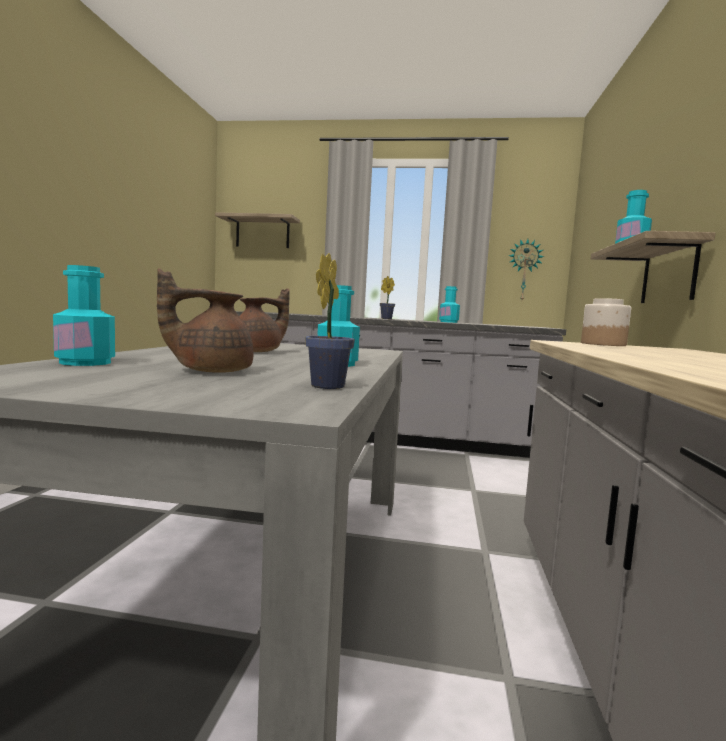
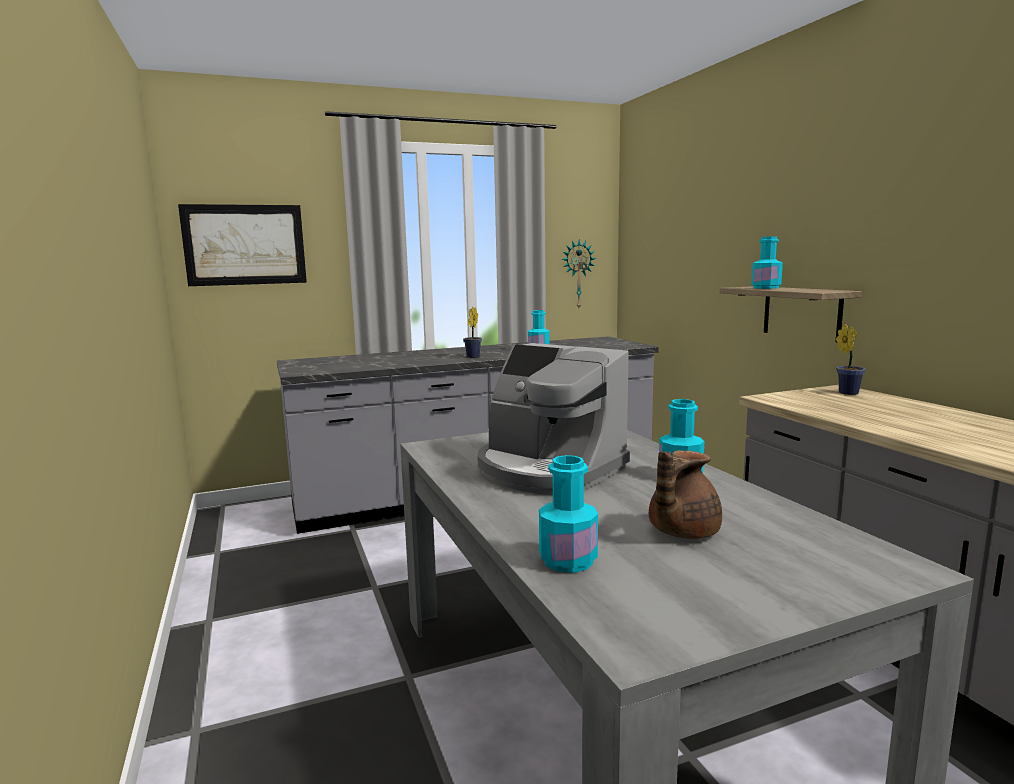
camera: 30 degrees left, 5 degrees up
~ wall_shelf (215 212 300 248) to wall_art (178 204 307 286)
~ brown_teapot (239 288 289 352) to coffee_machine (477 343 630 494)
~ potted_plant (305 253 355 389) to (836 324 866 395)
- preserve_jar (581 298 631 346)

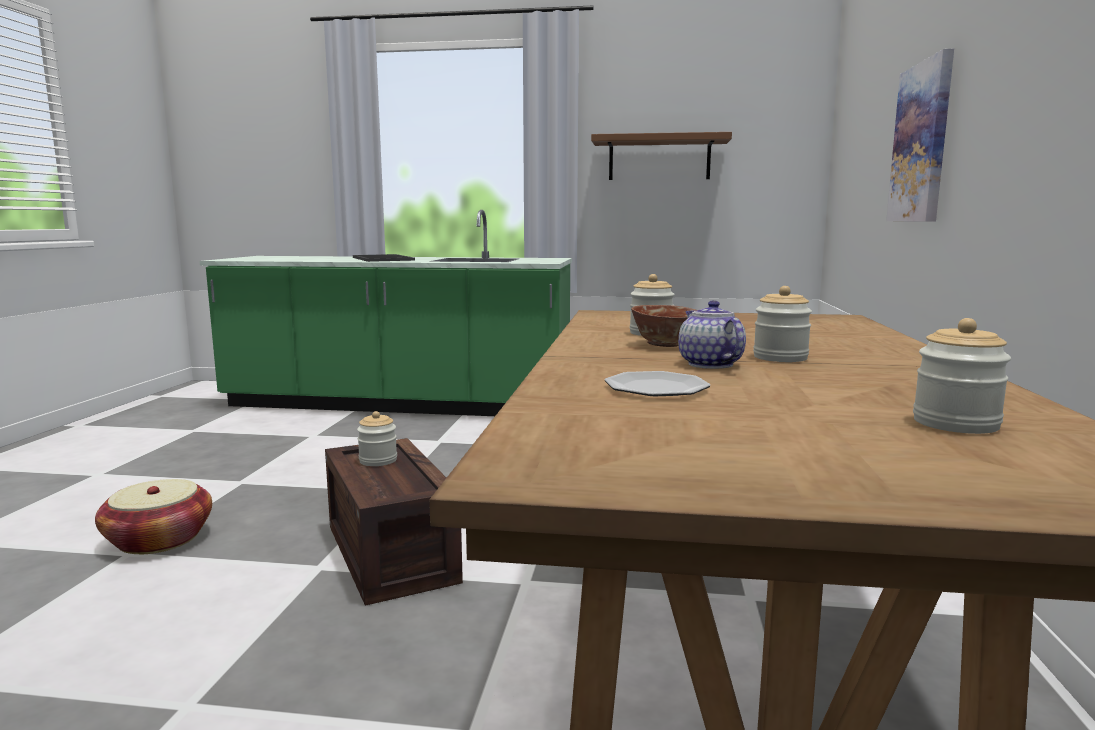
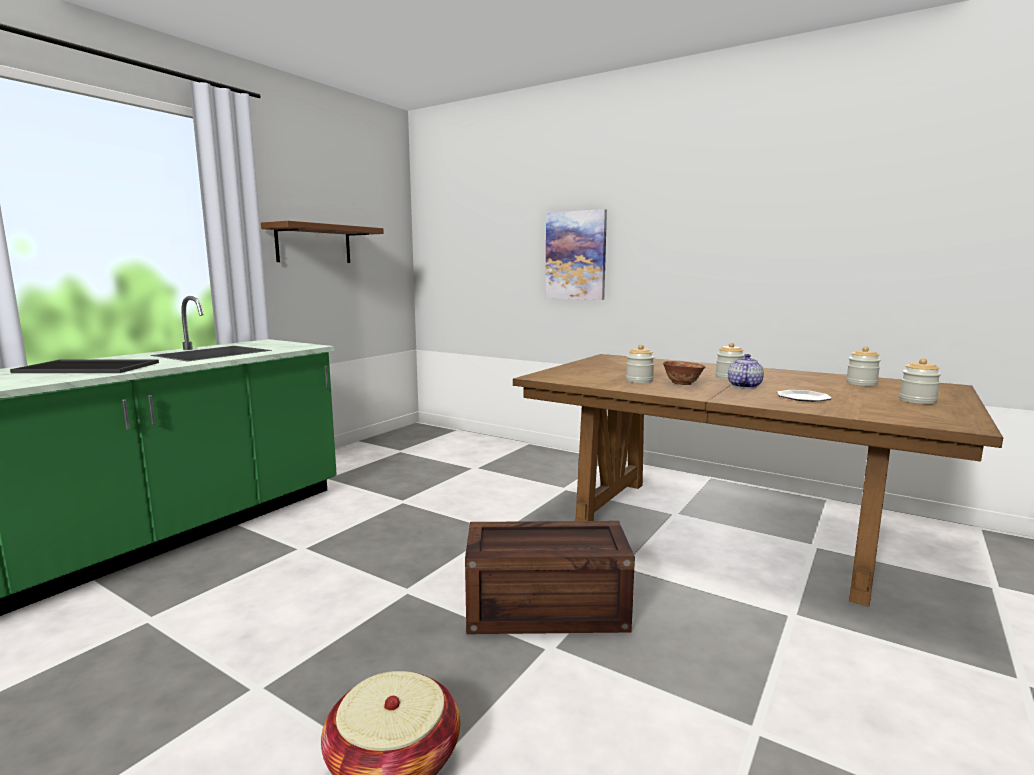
camera: 65 degrees left, 0 degrees up
~ preserve_jar (357 411 397 466) to (899 358 941 404)
~ teapot (678 300 746 369) = (728 354 764 389) 105 degrees clockwise

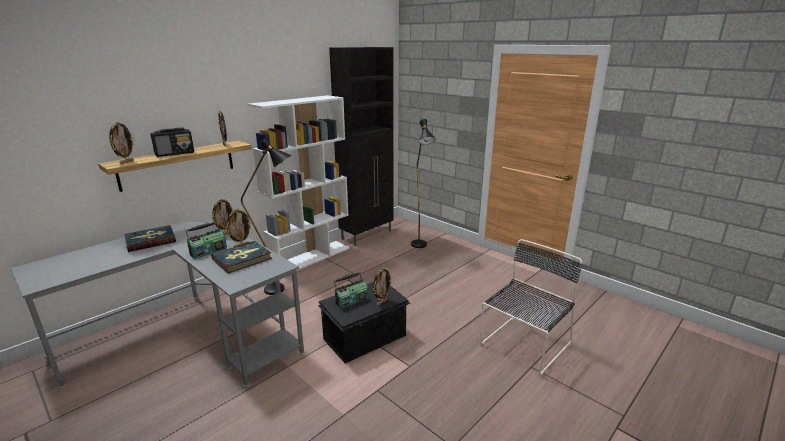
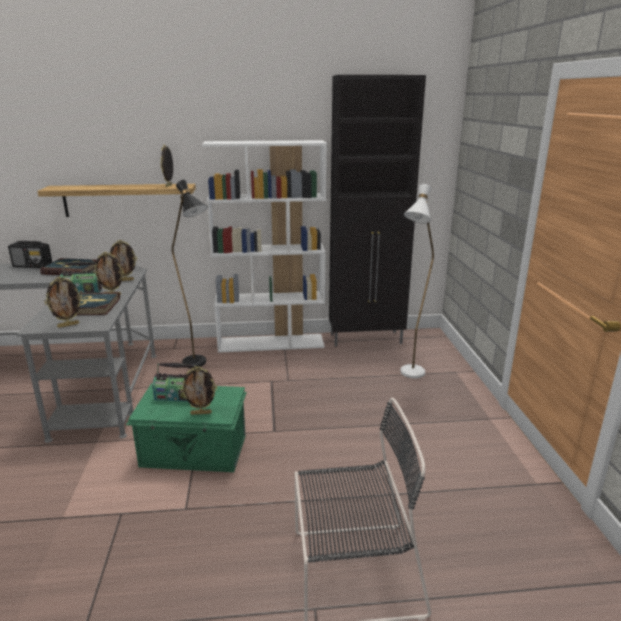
camera: 40 degrees right, 0 degrees up
~ standing_frame (109 121 134 164) to (45 276 83 328)
~ radio_set (151 128 194 157) to (8 241 52 268)
~ black_storage_box (318 282 411 363) to greenish_storage_box (126 383 247 472)
~ black_standard_lamp (411 119 436 248) to whitish_standard_lamp (400 184 434 379)

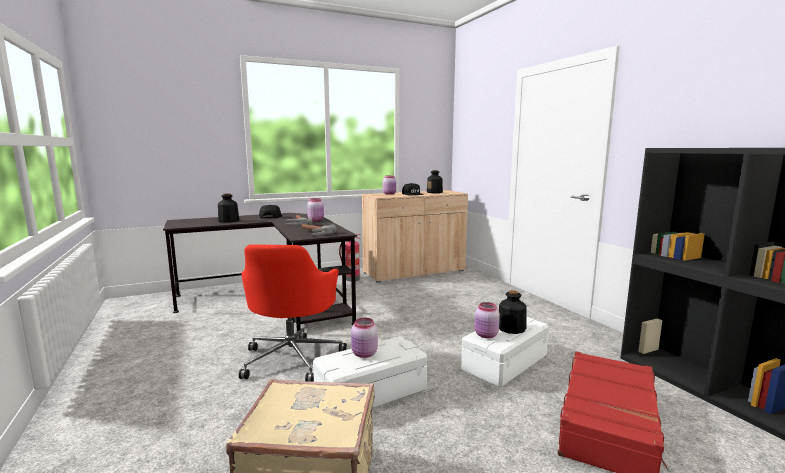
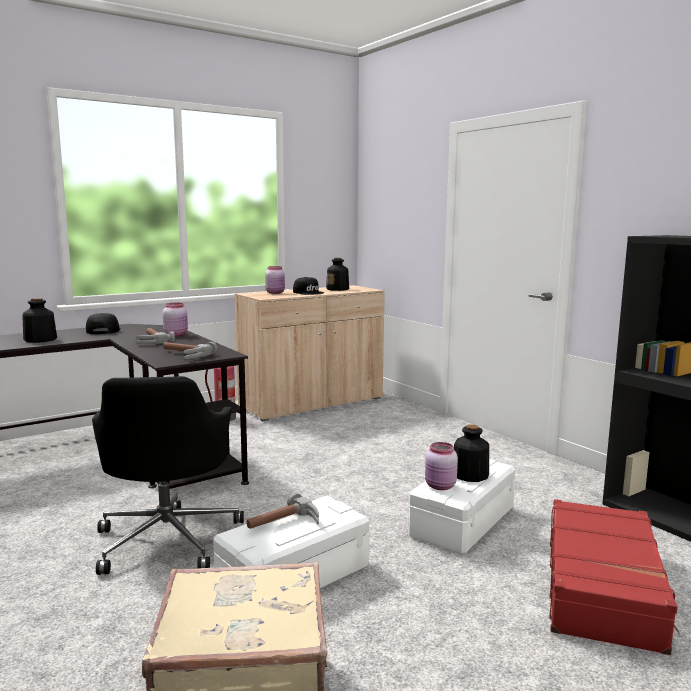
camera: 10 degrees left, 0 degrees up
~ red-coloured_computer_chair (239 244 347 382) to black_computer_chair (92 376 244 575)
~ pink_preserve_jar (351 318 378 358) to tool_hammer (246 493 319 529)

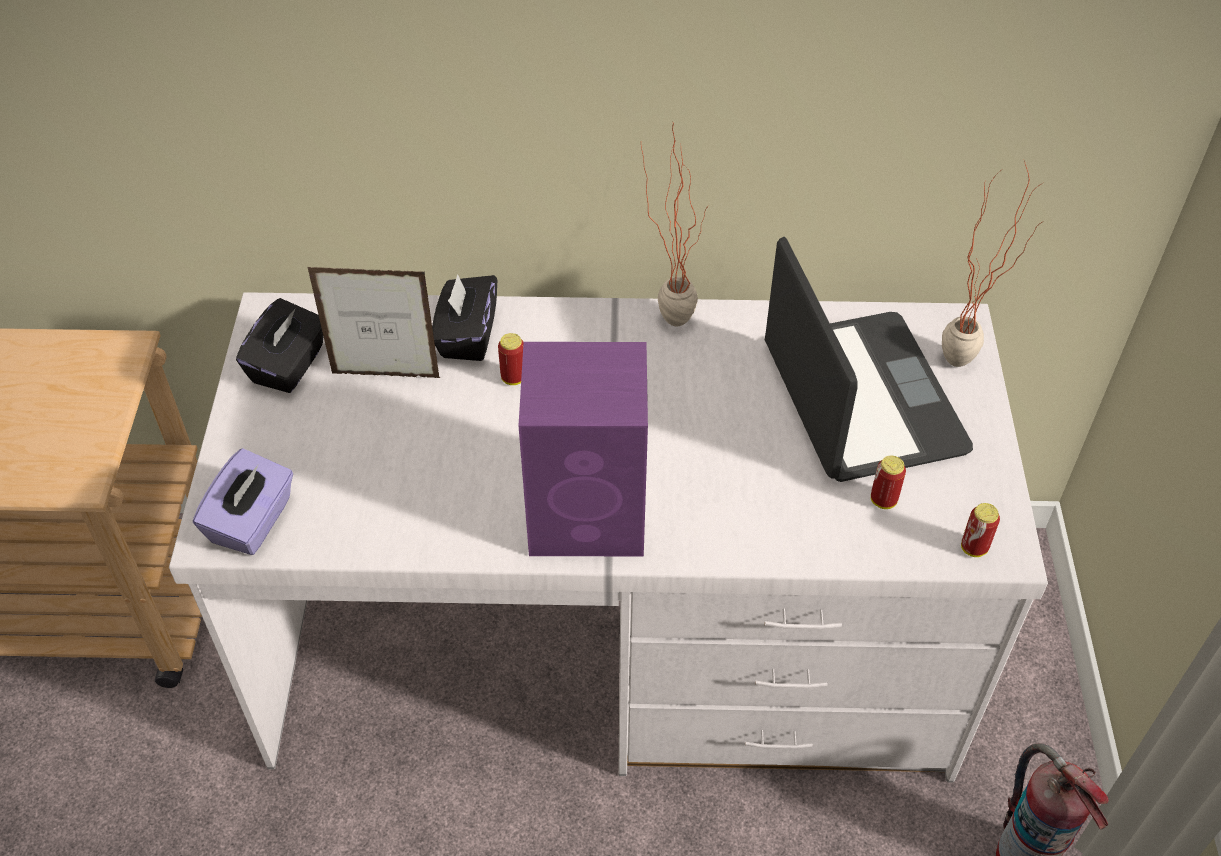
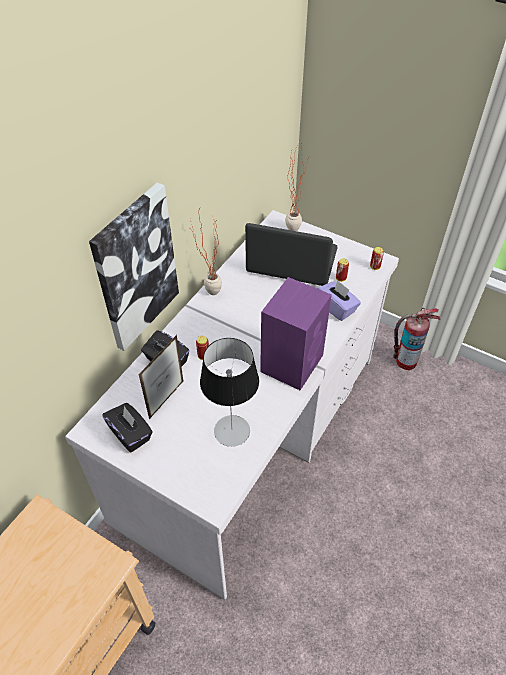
camera: 60 degrees left, 0 degrees up
~ purple-coloured_tissue_holder (193 448 294 555) to (317 280 361 321)
+ wall_art (89 182 179 351)
+ tabletop_lamp (200 338 259 447)

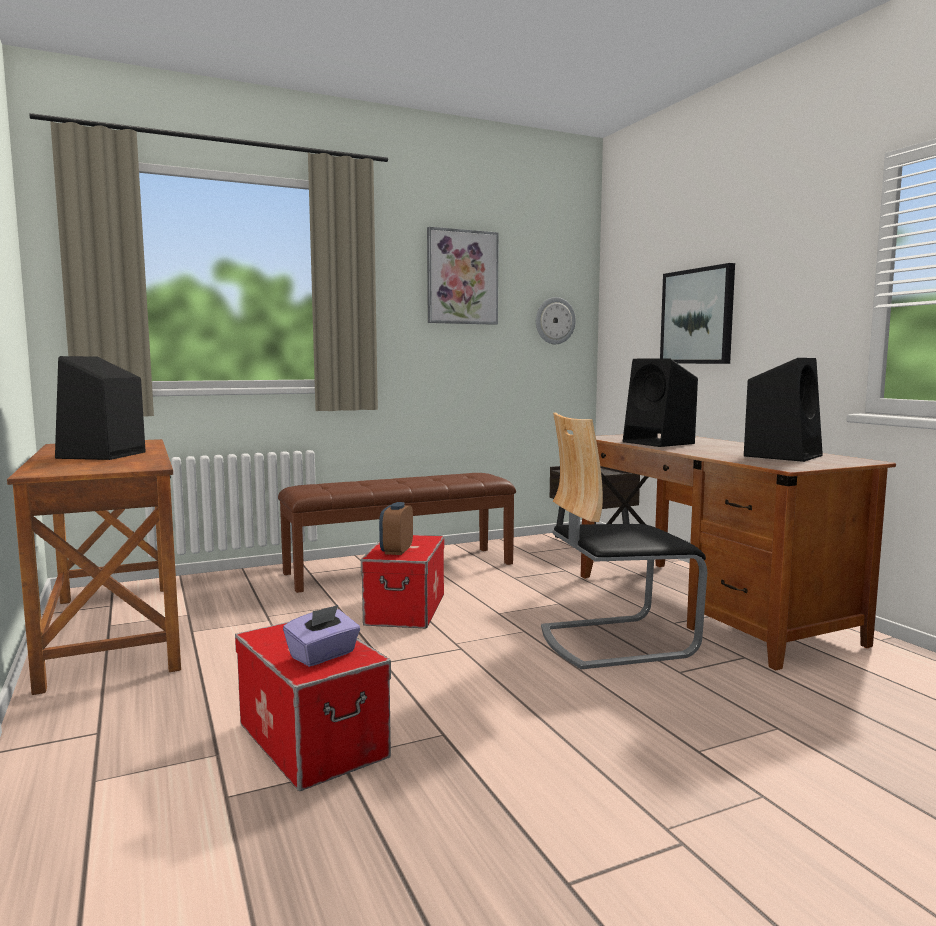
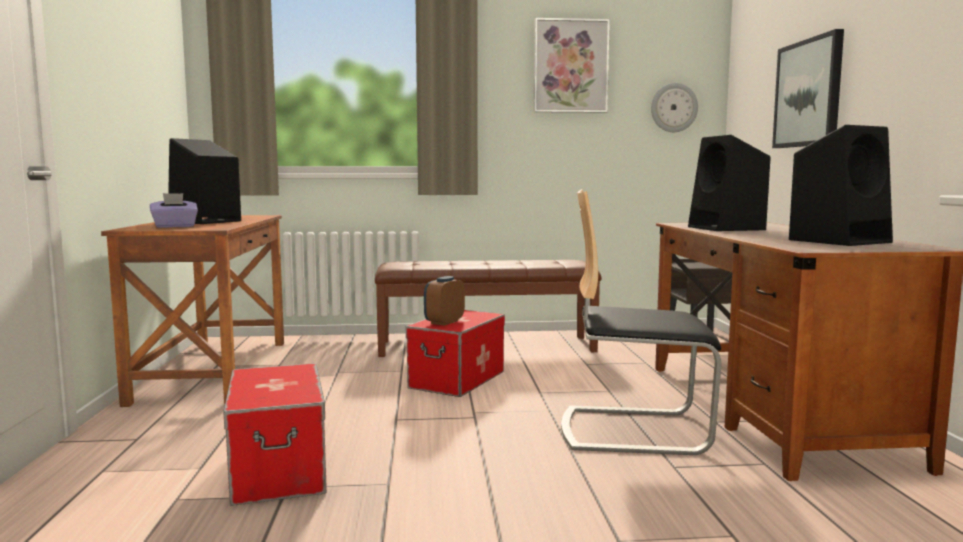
camera: 20 degrees right, 0 degrees up
~ purple-coloured_tissue_holder (283 605 360 667) to (150 193 198 228)

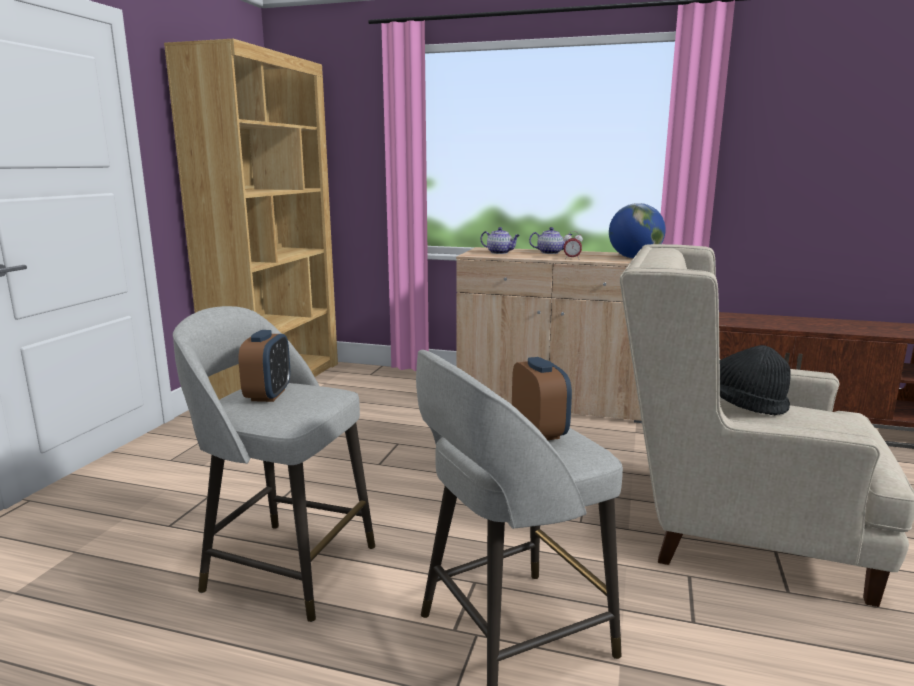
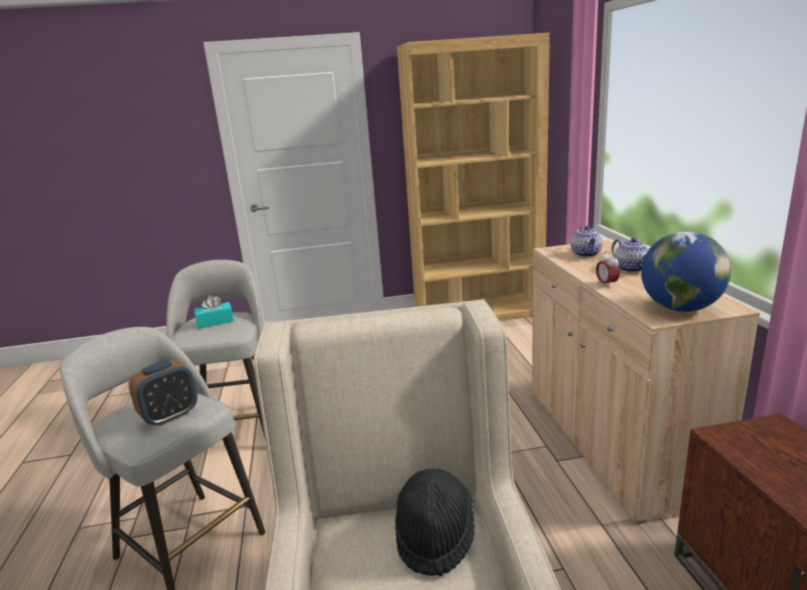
camera: 65 degrees right, 5 degrees up
~ alarm_clock (238 330 290 402) to turquoise-coloured_tissue_holder (194 295 234 329)

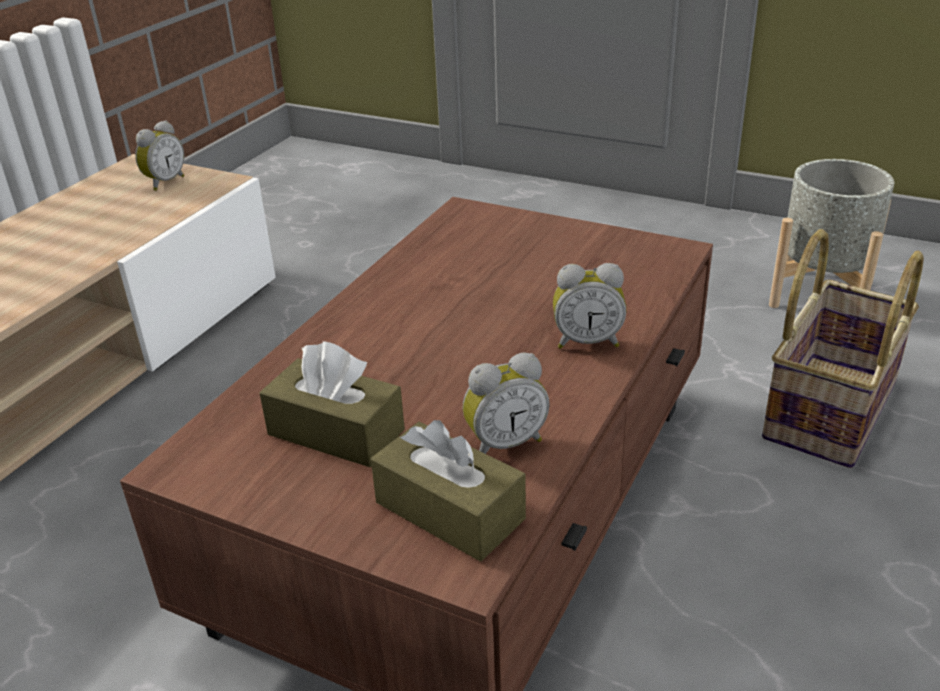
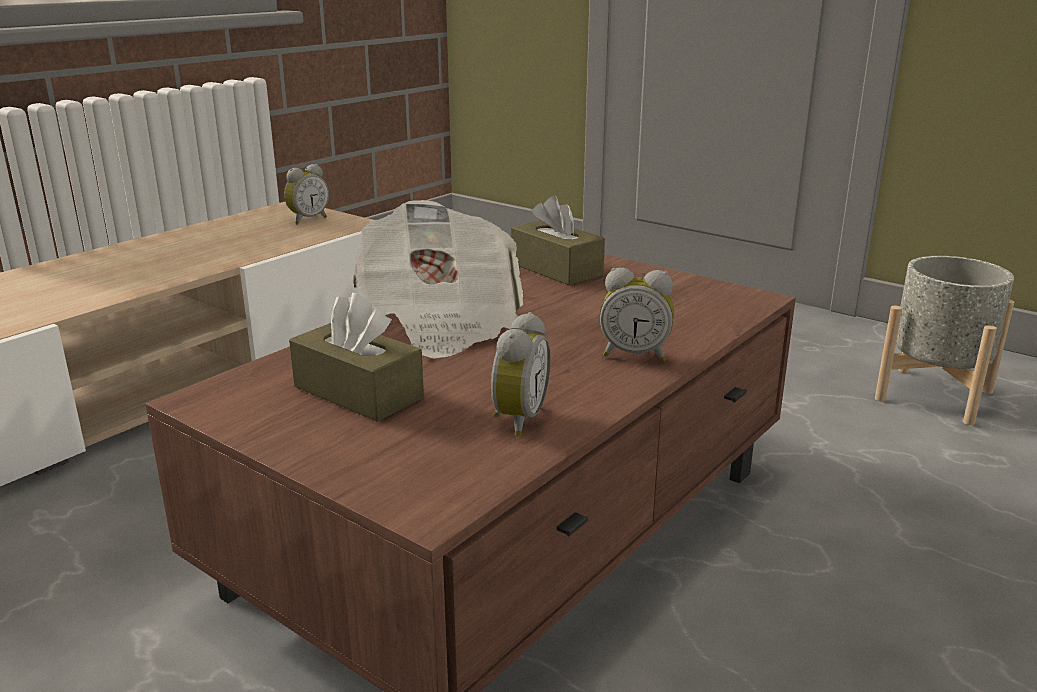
camera: 10 degrees right, 10 degrees down
~ brown_tissue_holder (371 420 526 561) to (511 196 605 285)
~ alarm_clock (463 352 550 454) = (491 312 550 437) 60 degrees counterclockwise
- basket (762 229 924 468)
+ daily_paper (351 200 523 359)

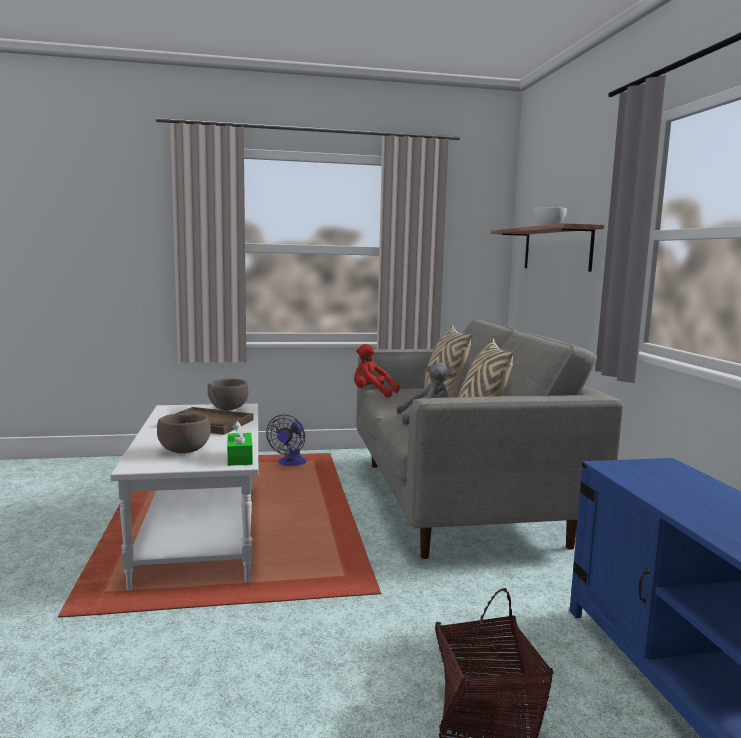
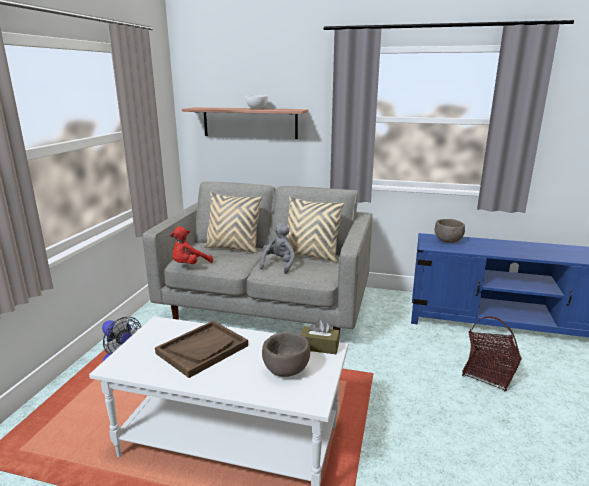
camera: 65 degrees left, 10 degrees up
~ brown_serving_bowl (207 379 249 411) to (434 219 465 243)
~ greenish_tissue_holder (227 421 253 466) to brown_tissue_holder (300 320 340 354)

